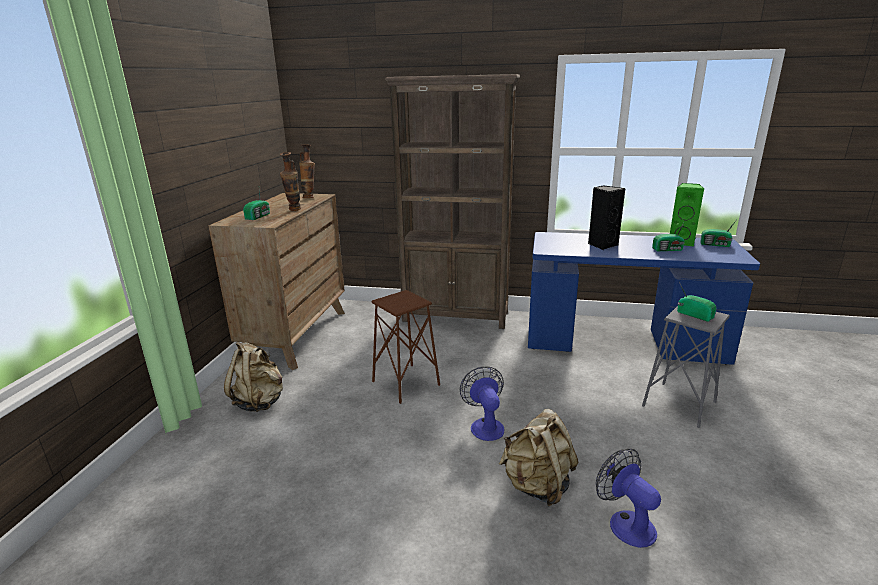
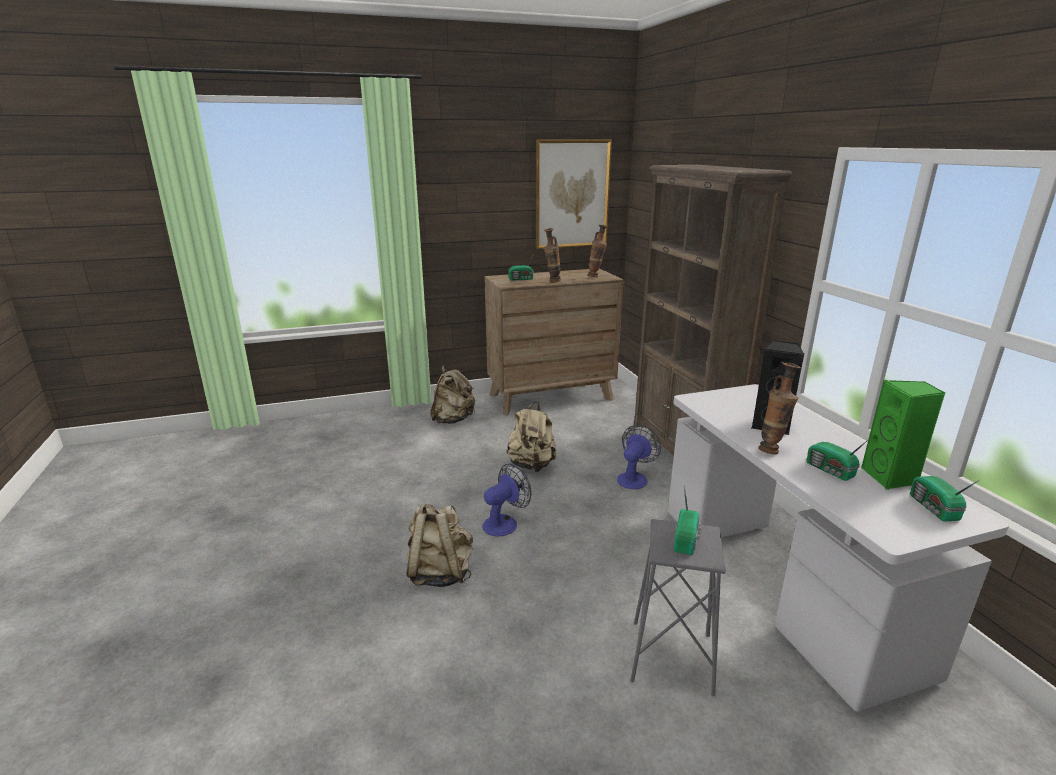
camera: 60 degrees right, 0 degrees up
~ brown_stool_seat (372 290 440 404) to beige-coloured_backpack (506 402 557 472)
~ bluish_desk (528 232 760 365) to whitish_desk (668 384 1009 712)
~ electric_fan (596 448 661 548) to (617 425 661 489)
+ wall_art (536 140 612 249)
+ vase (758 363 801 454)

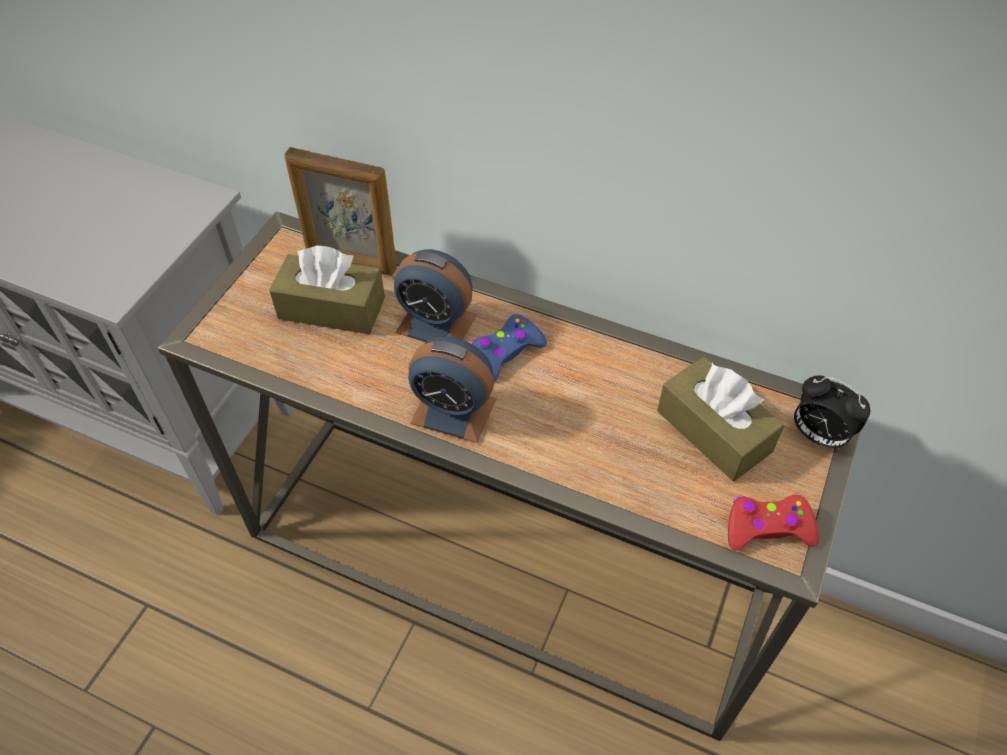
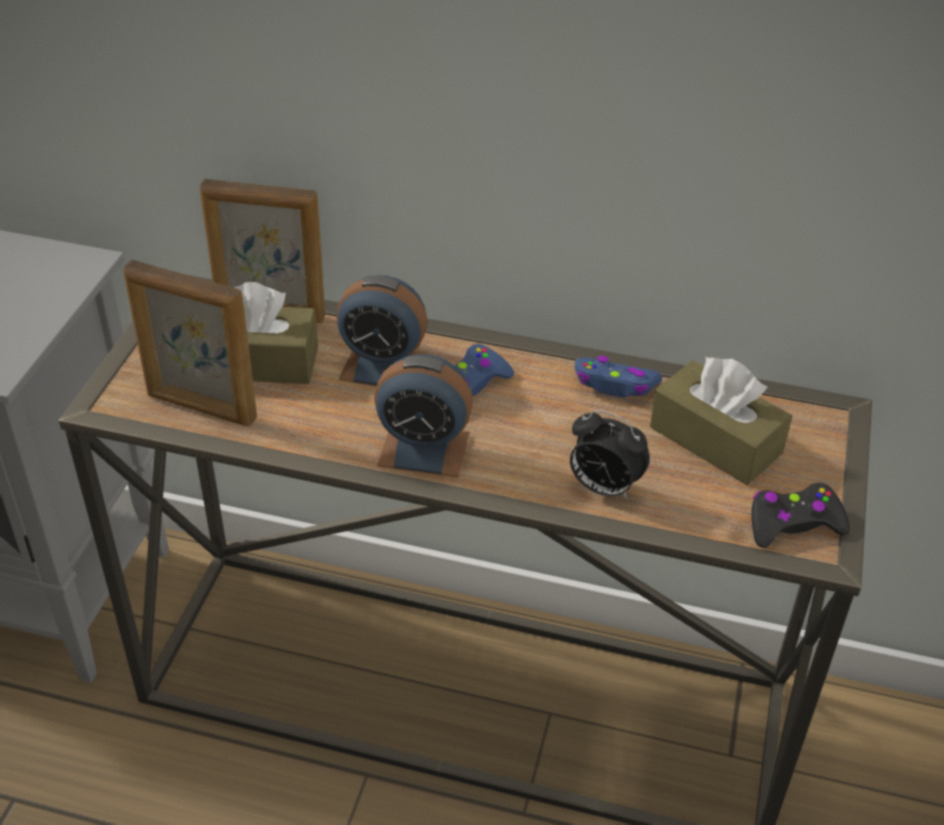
camera: 10 degrees left, 10 degrees down
~ red-coloured_gamepad (728 495 819 551) to black_gamepad (751 483 850 548)
~ alarm_clock (794 375 870 450) to (570 410 650 500)
+ standing_frame (123 260 257 426)
+ bluish_gamepad (575 356 663 397)

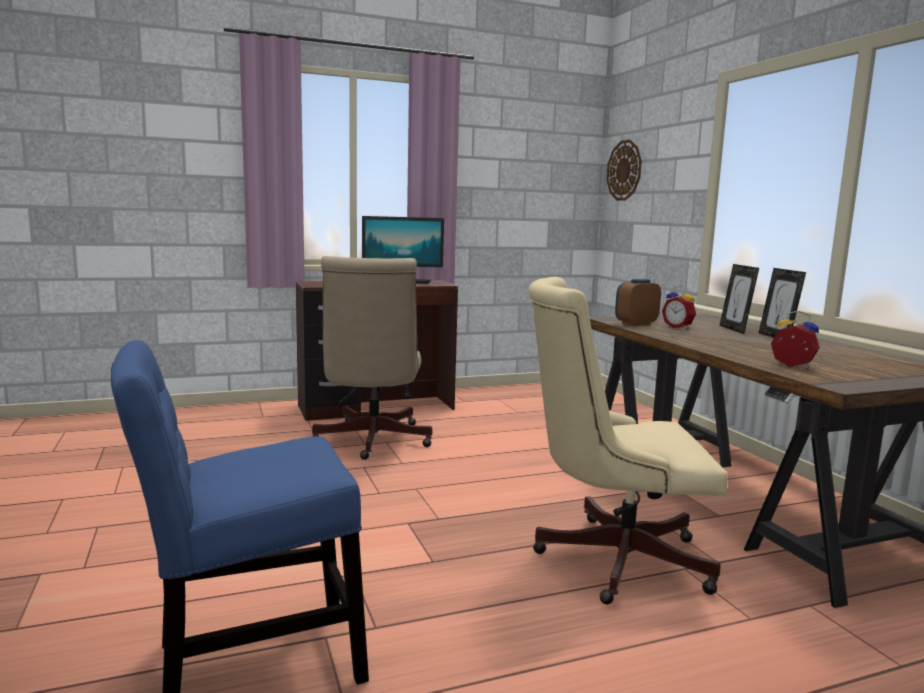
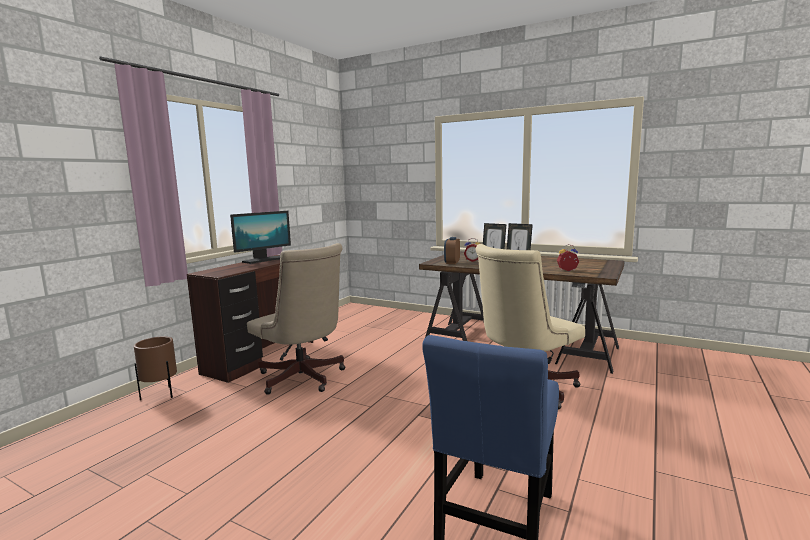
camera: 40 degrees left, 0 degrees up
- wall_clock (606 140 642 200)
+ brown_plant_pot (134 337 177 400)

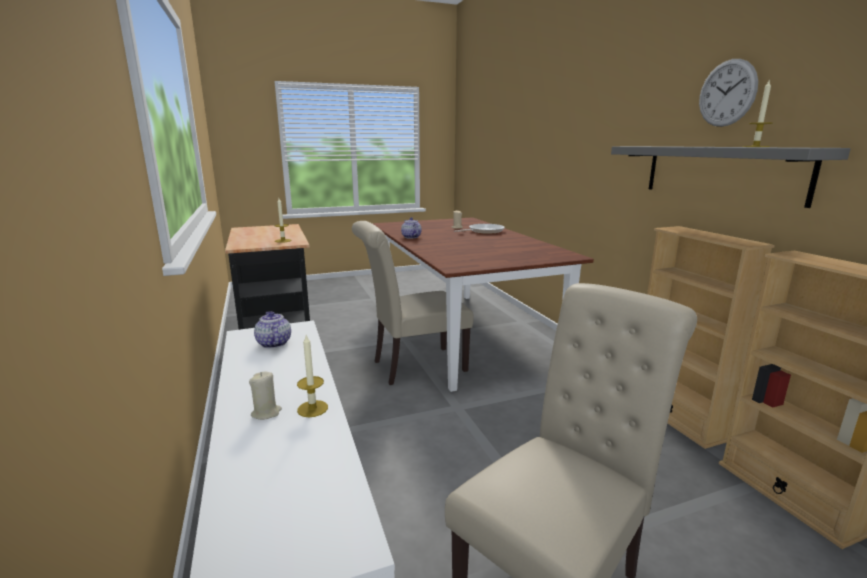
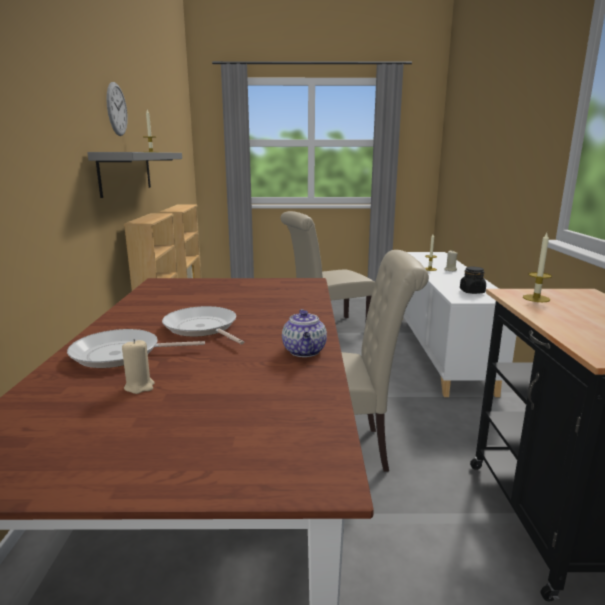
camera: 160 degrees left, 0 degrees up
~ teapot (254 311 291 348) to black_preserve_jar (460 267 486 294)
+ pan (162 306 244 344)

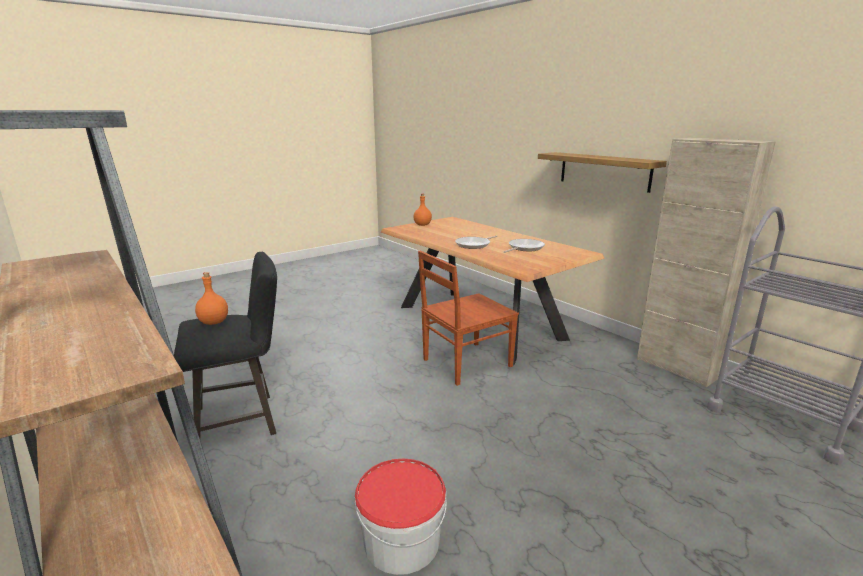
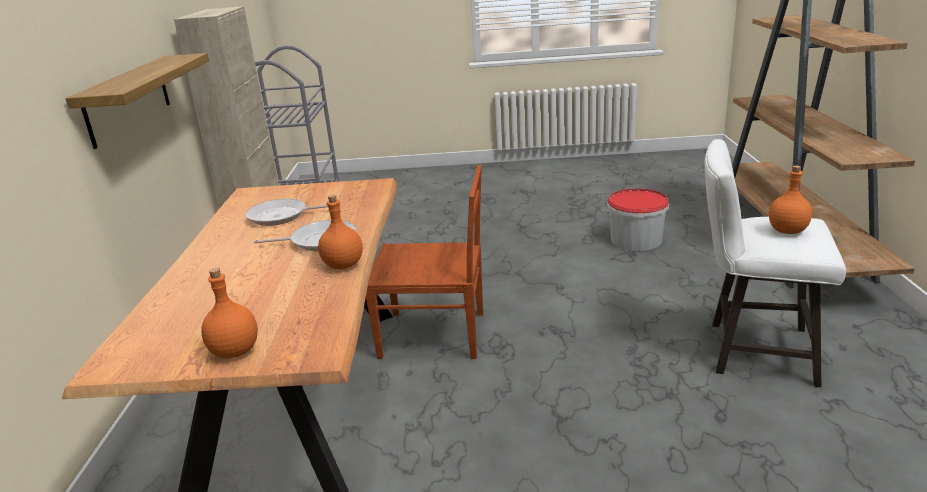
camera: 140 degrees left, 5 degrees up
~ black_stool_seat (174 252 277 438) to whitish_stool_seat (704 139 846 387)
+ orange_beverage_bottle (318 195 363 270)

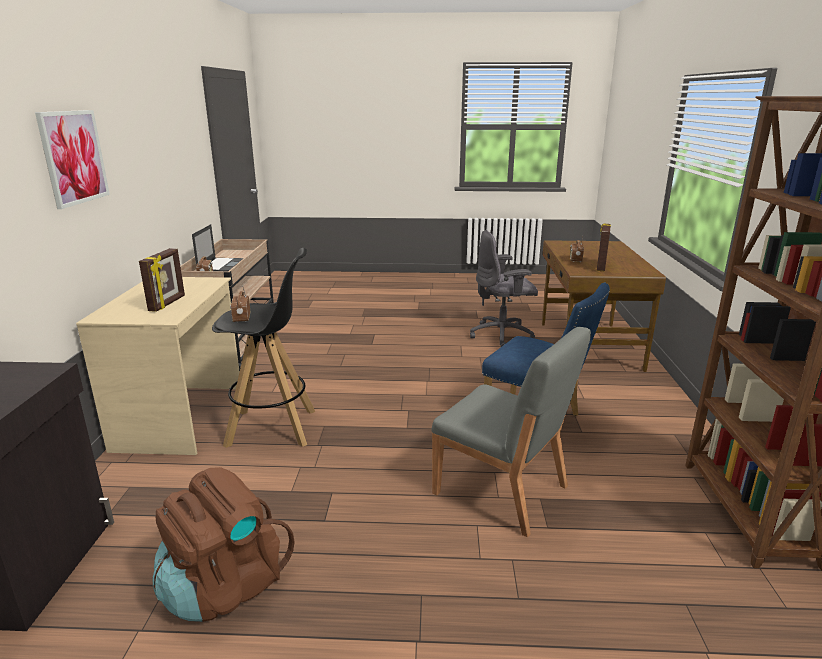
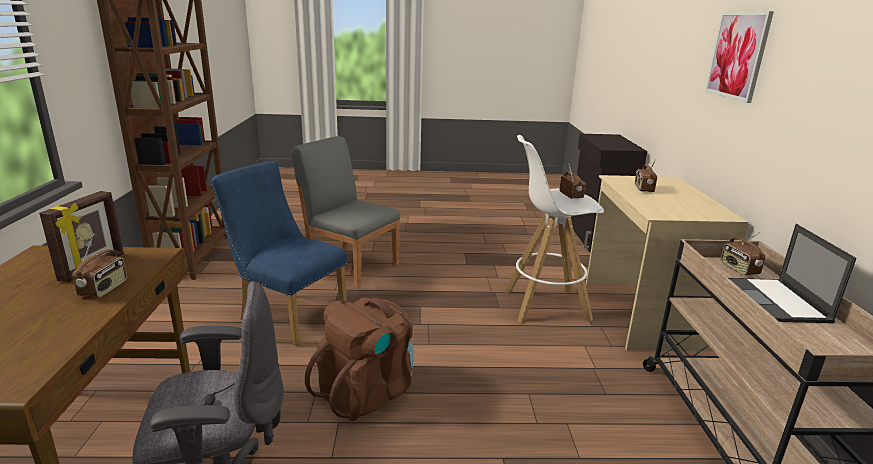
camera: 175 degrees right, 0 degrees up
~ standing_frame (139 248 185 312) to radio_set (635 159 657 192)
~ brown_backpack (153 467 295 622) to (305 298 414 421)
~ black_stool_seat (212 248 316 448) to whitish_stool_seat (504 135 604 323)

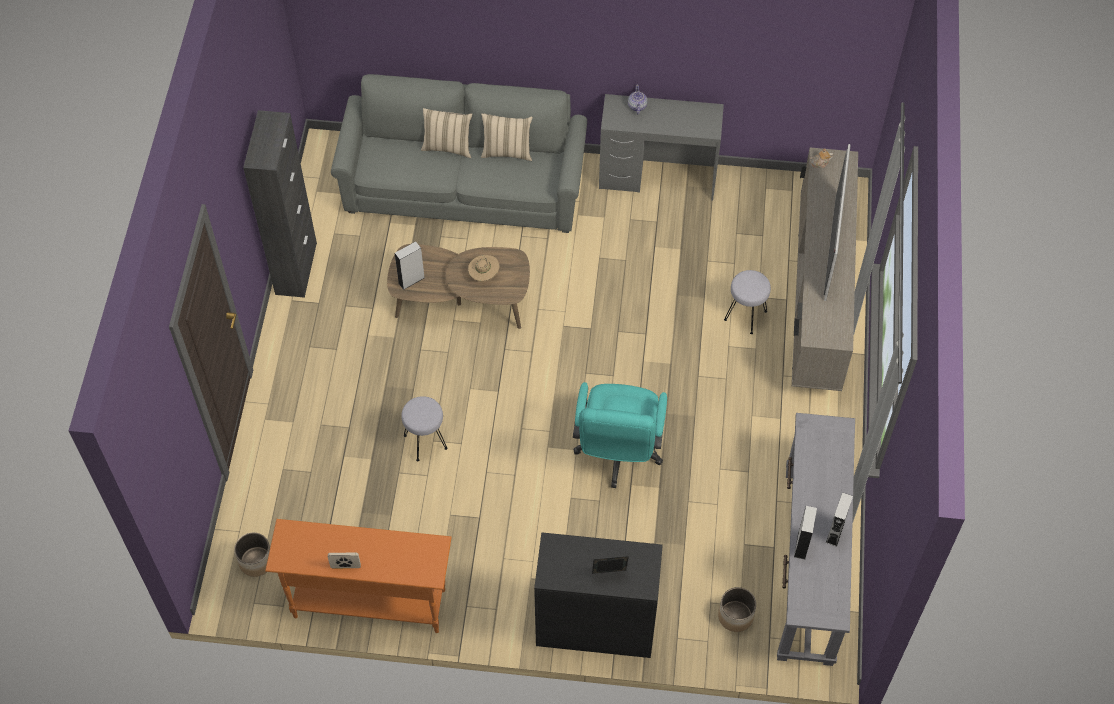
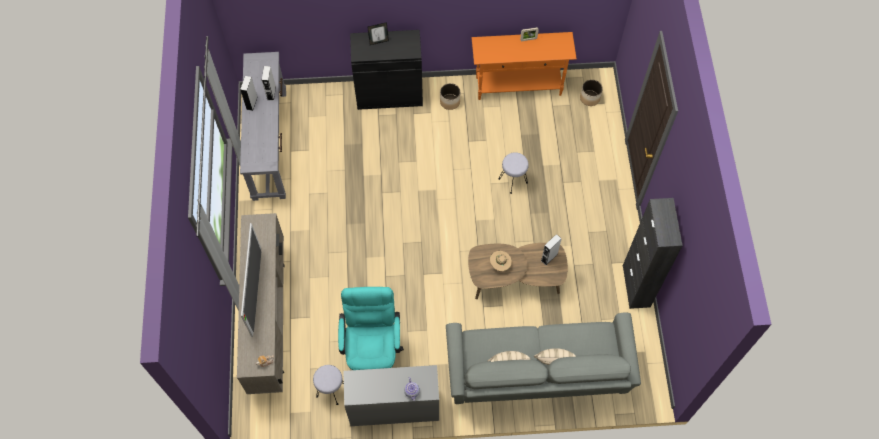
camera: 170 degrees right, 5 degrees up
~ turquoise-coloured_computer_chair (573 382 667 488) to (338 287 404 370)
~ plant_pot (718 587 756 632) to (440 83 460 110)
~ gray_stool_seat (724 270 771 334) to (313 365 344 405)

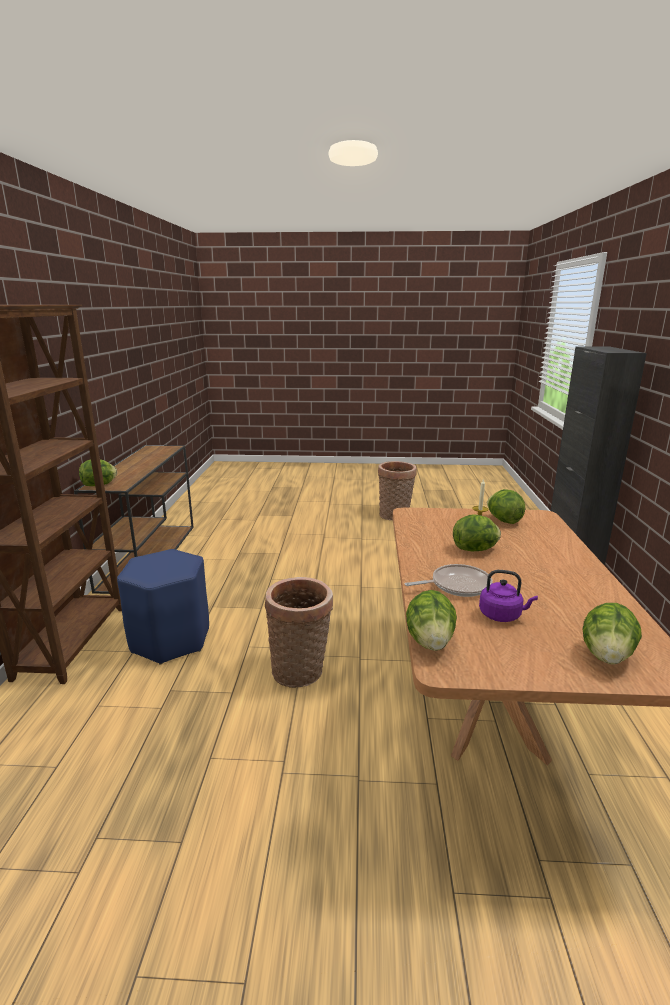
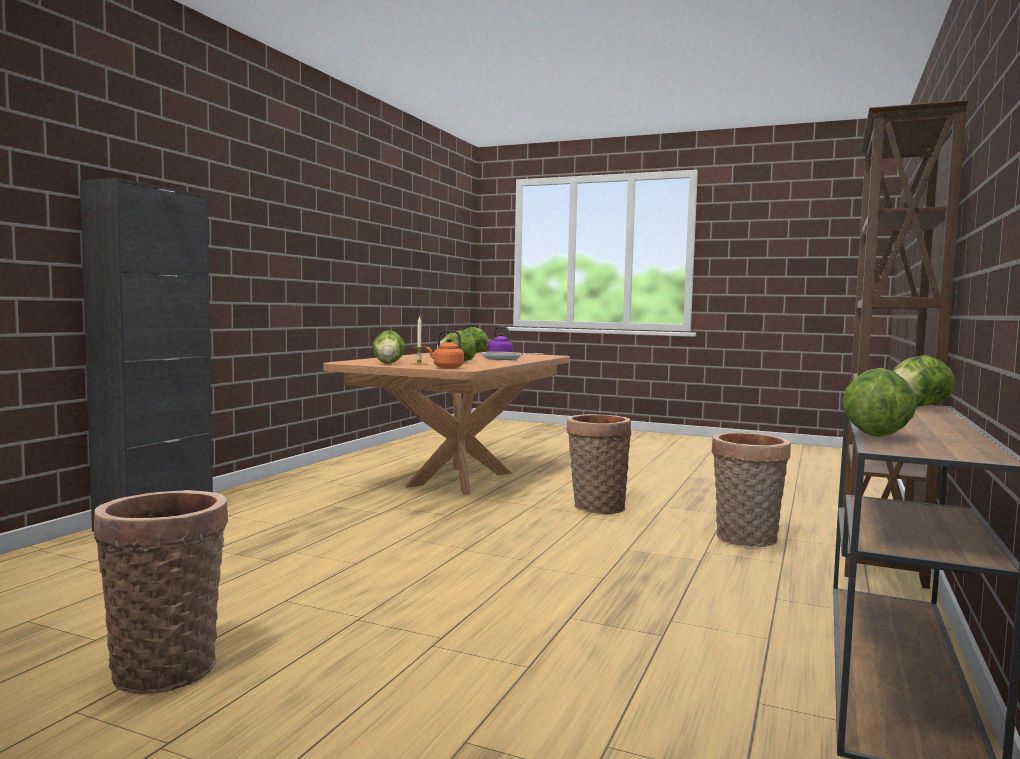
camera: 160 degrees left, 15 degrees down
~ bluish_stool_seat (117 549 209 664) to basket (712 432 791 547)
~ lettuce (406 590 457 651) to (842 368 917 437)
+ orange_water_kettle (427 330 464 369)

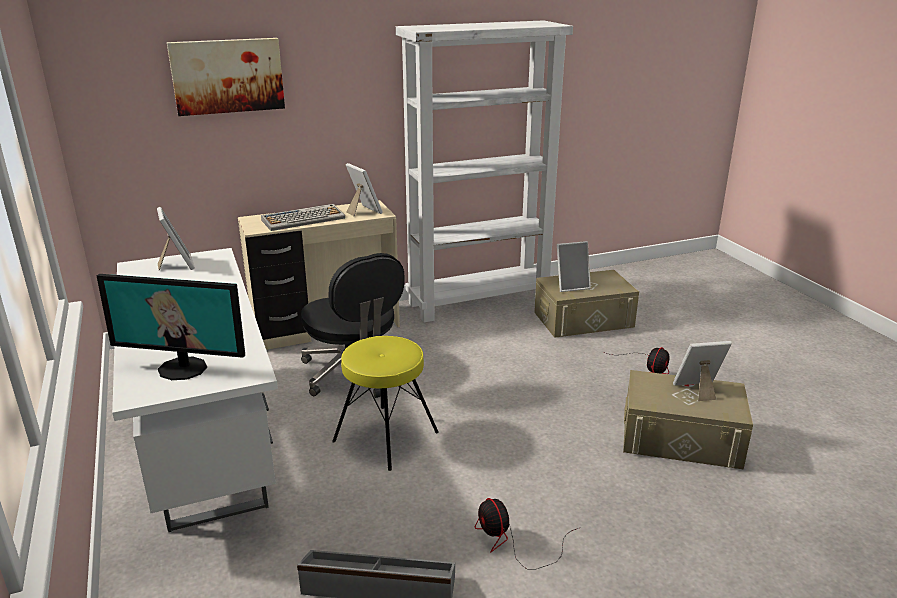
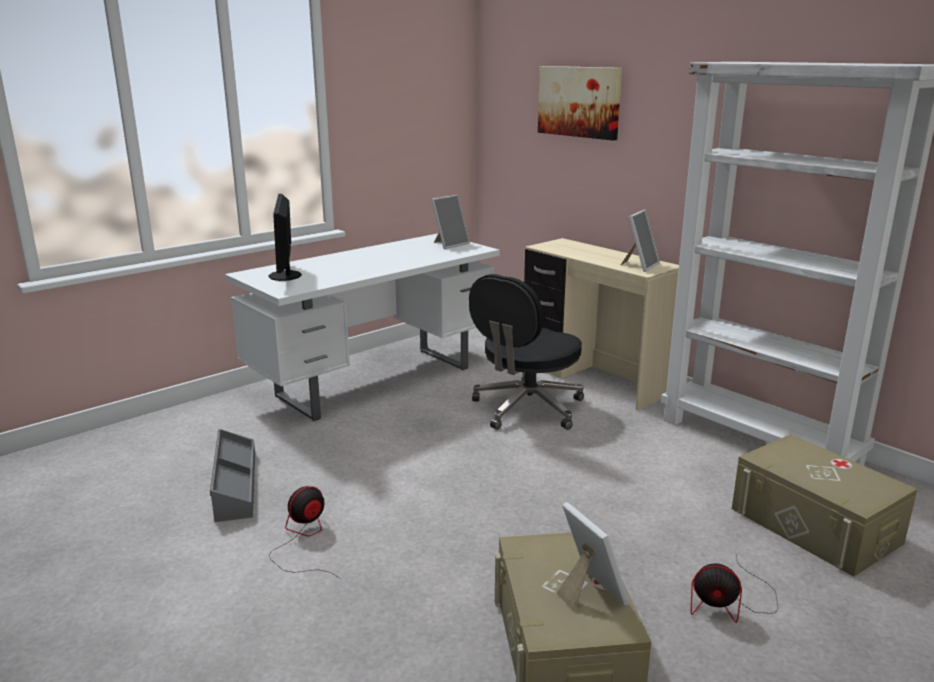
camera: 70 degrees right, 5 degrees down
- computer_keyboard (261 204 345 231)
- yellowish_stool_seat (332 336 439 471)
- standing_frame (557 241 591 292)

